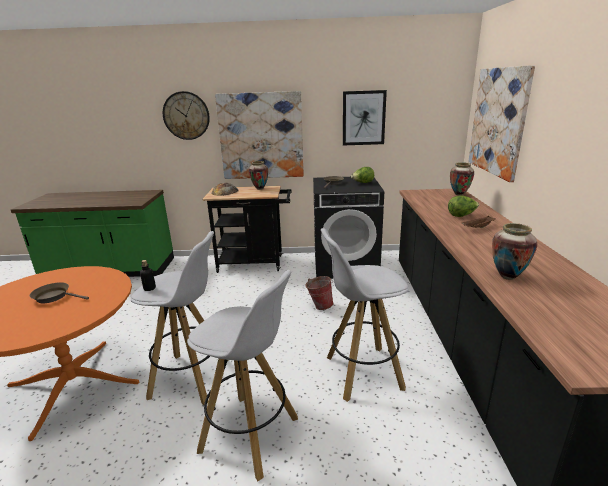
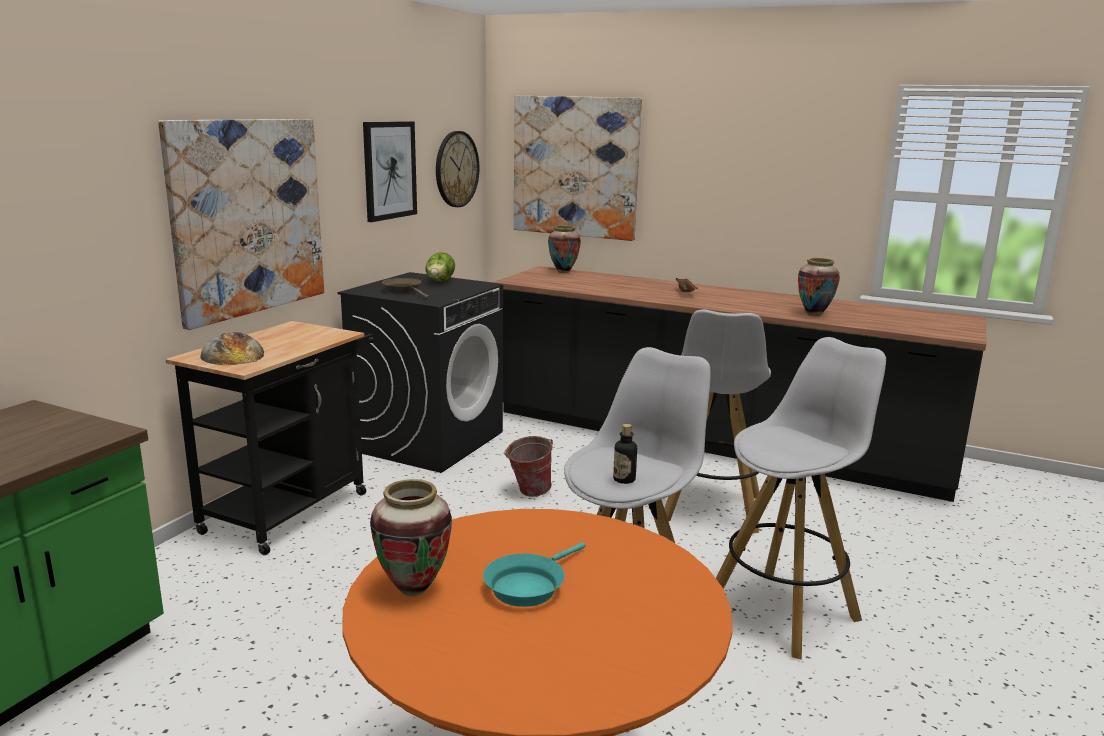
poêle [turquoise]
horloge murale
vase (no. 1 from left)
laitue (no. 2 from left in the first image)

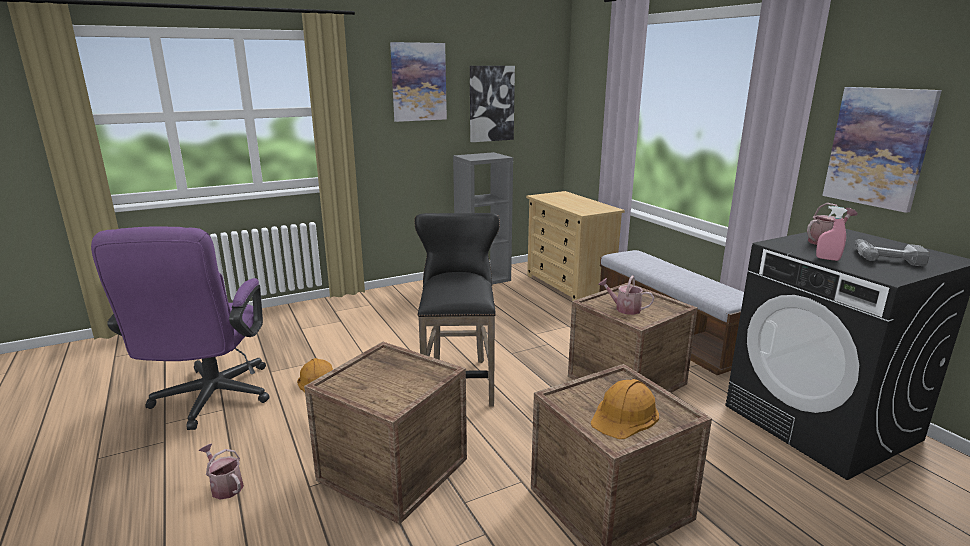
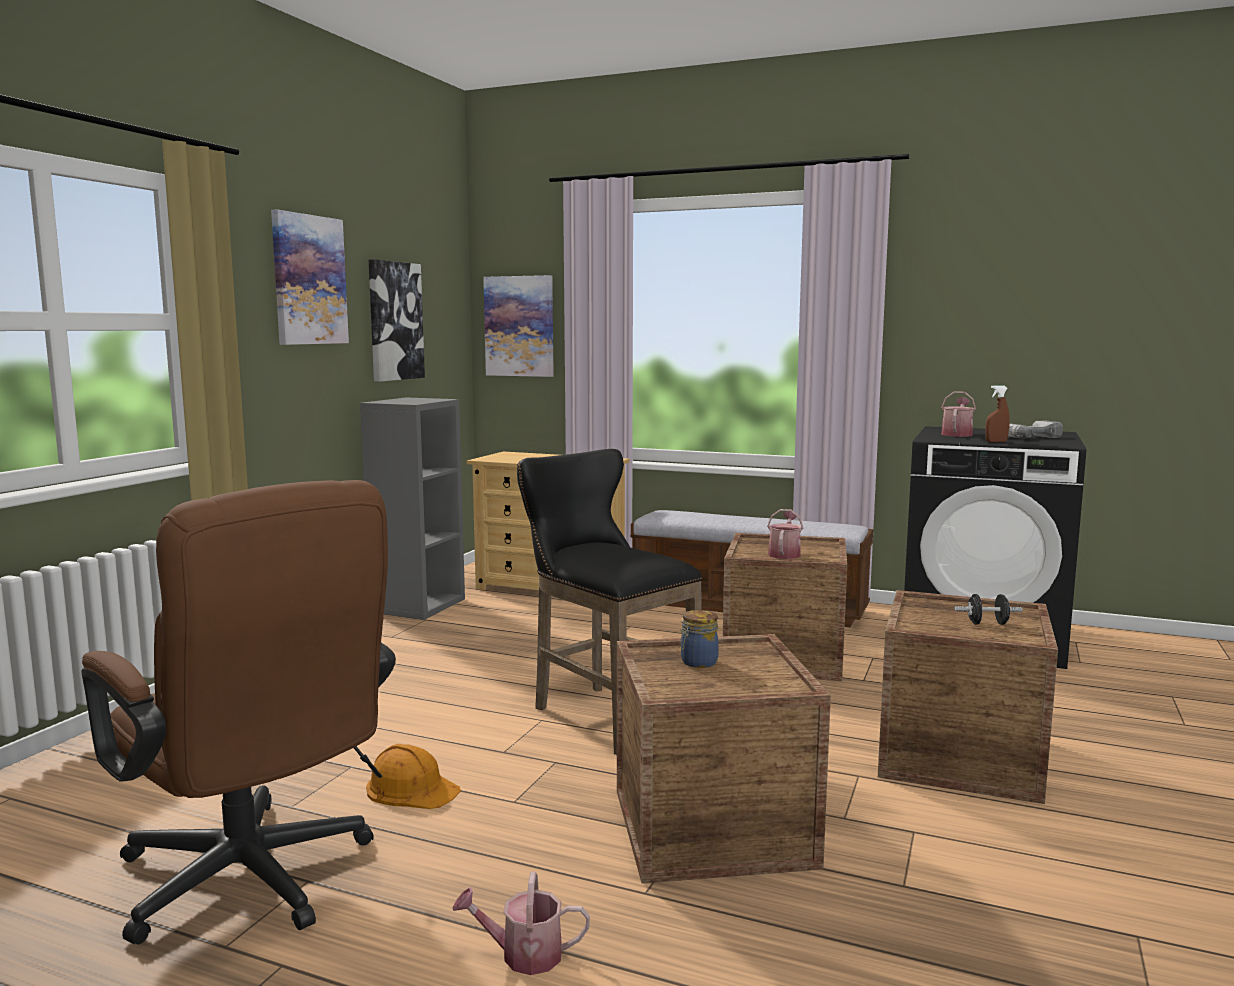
chaise de bureau [marron]
haltère [noir]
arrosoir (no. 2 from left)
vaporisateur [marron]
tableau (no. 3 from left)
bocal

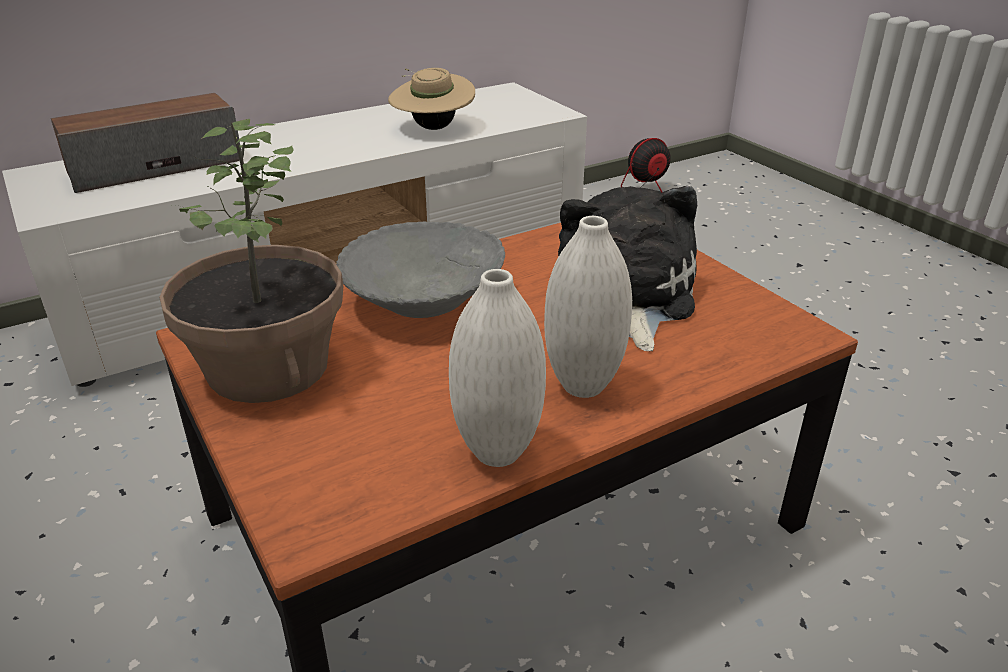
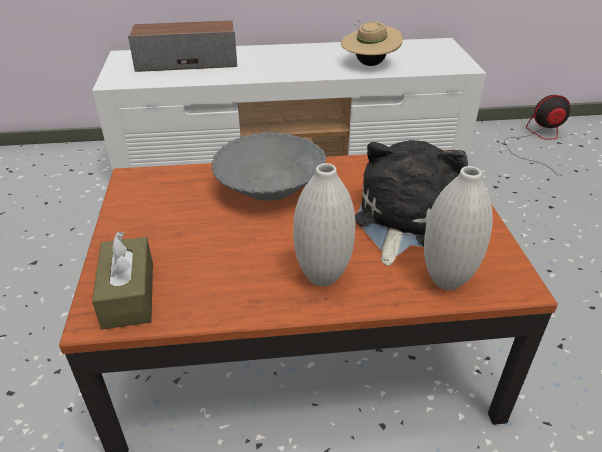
plante en pot
vase [blanc] (no. 2 from left)
boîte à mouchoirs [marron]

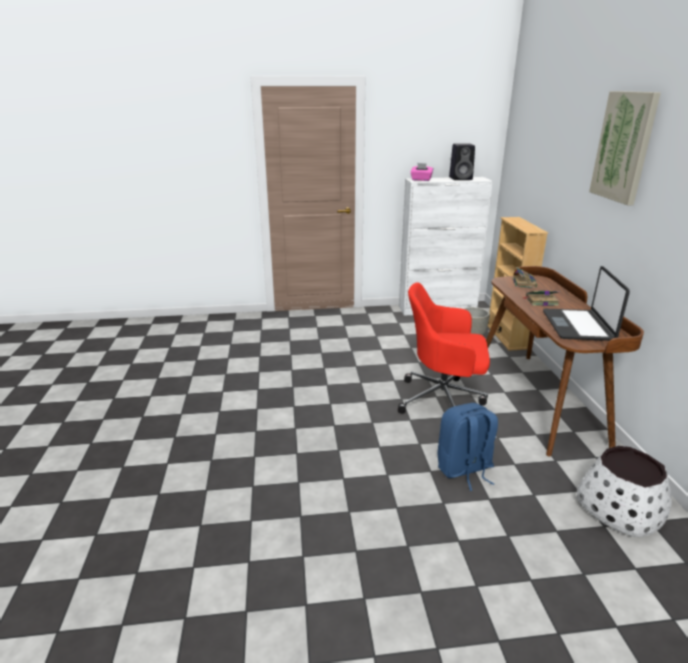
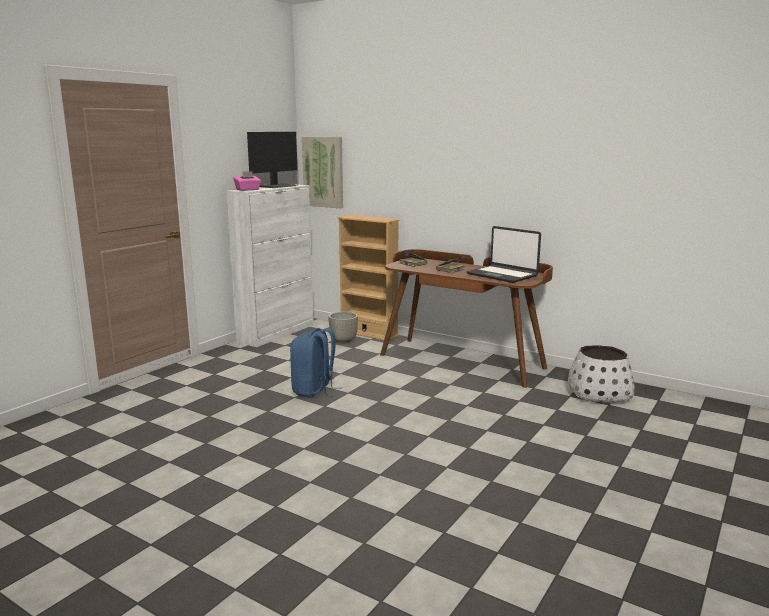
chaise de bureau [rouge]
sac à dos [bleu]
écran d'ordinateur
tableau

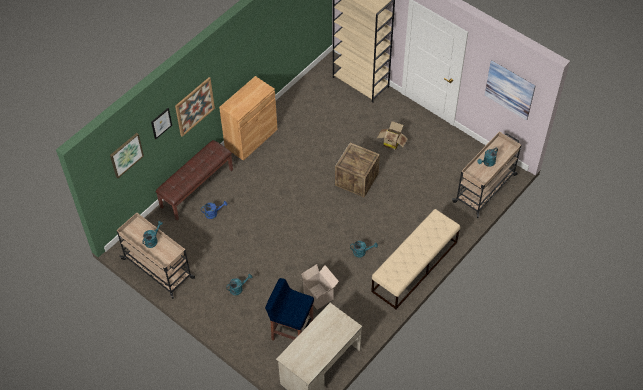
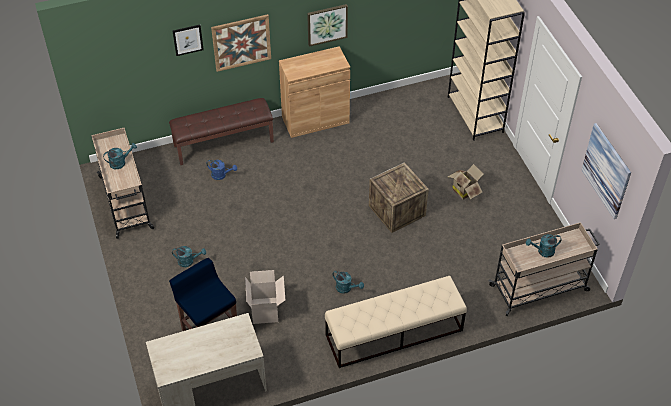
tableau (no. 3 from left)

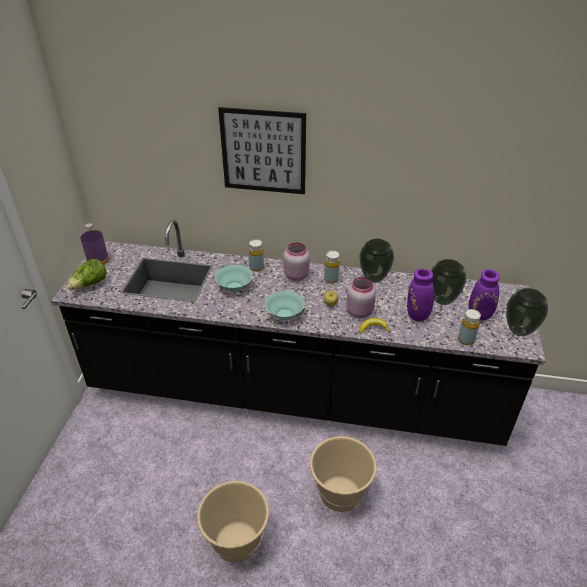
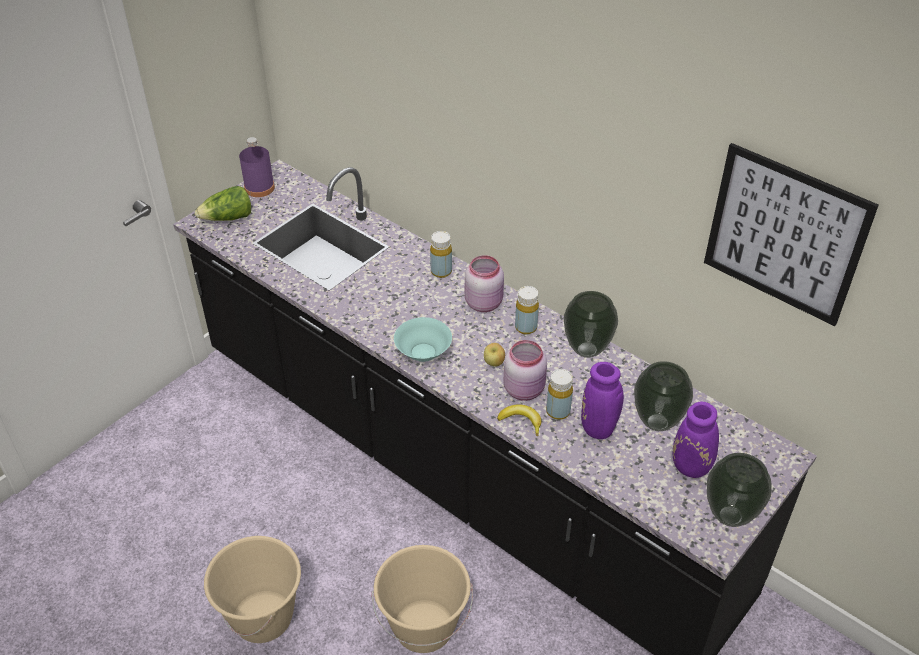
bol [turquoise] (no. 1 from left in the first image)
tableau
bouteille [jaune] (no. 3 from left)

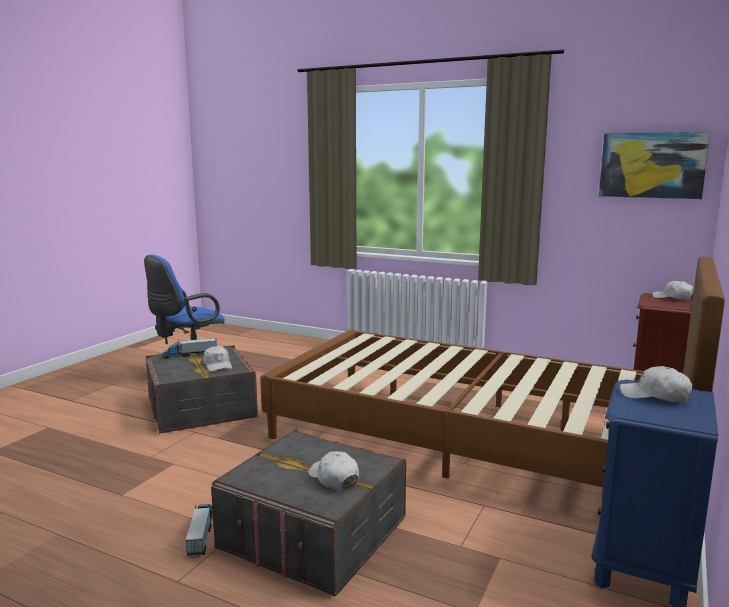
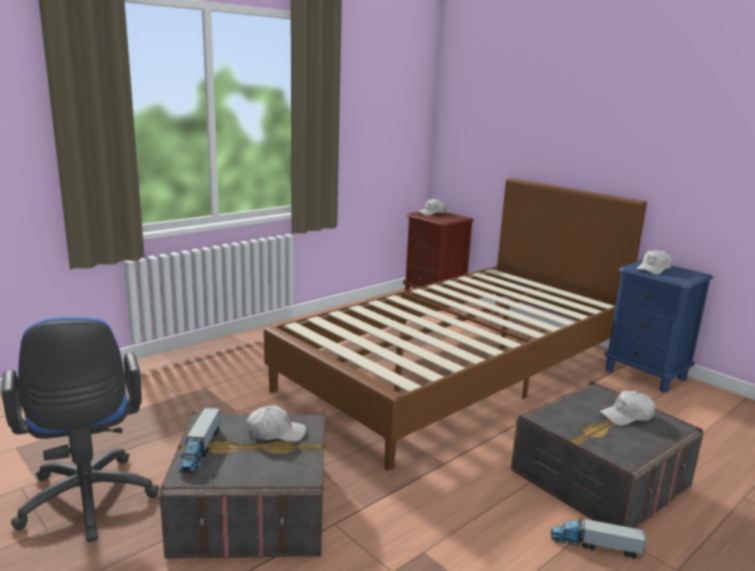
tableau

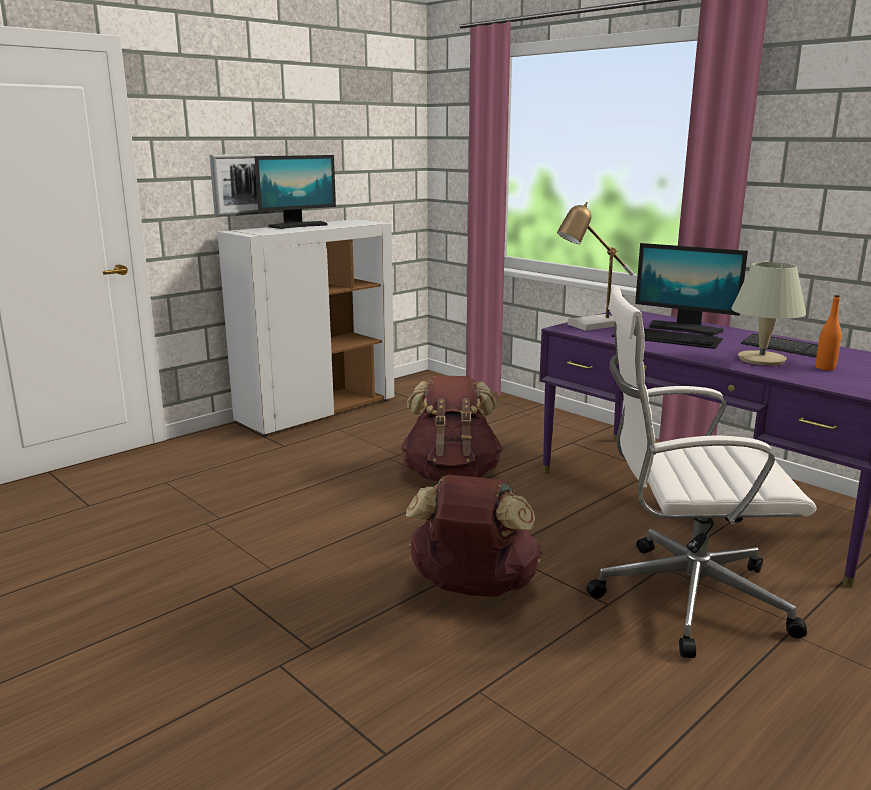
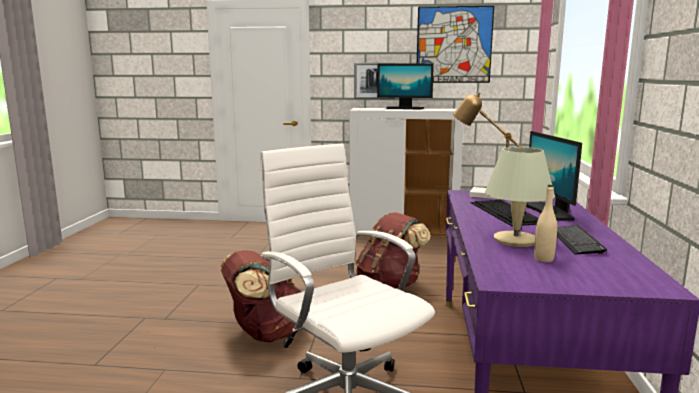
bouteille [beige]
tableau (no. 2 from left)

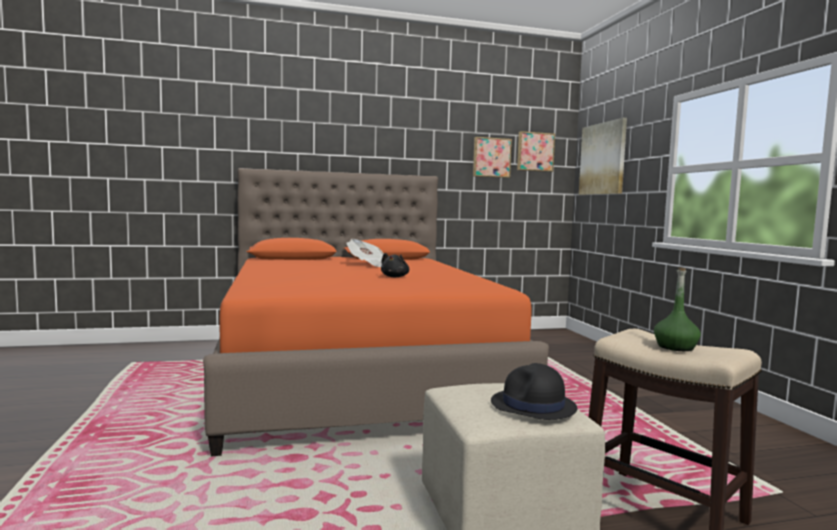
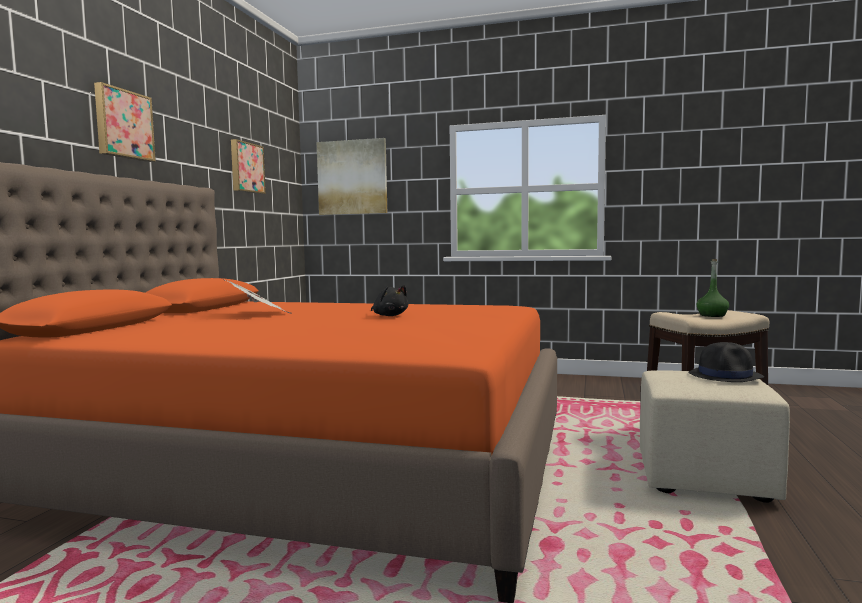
tableau (no. 1 from left)

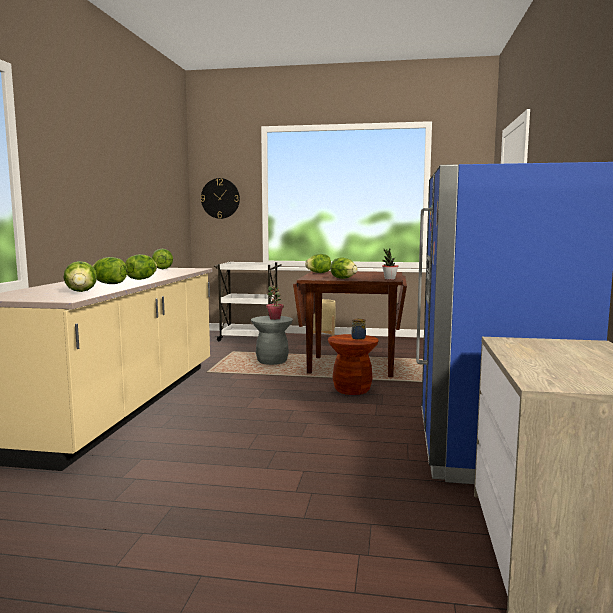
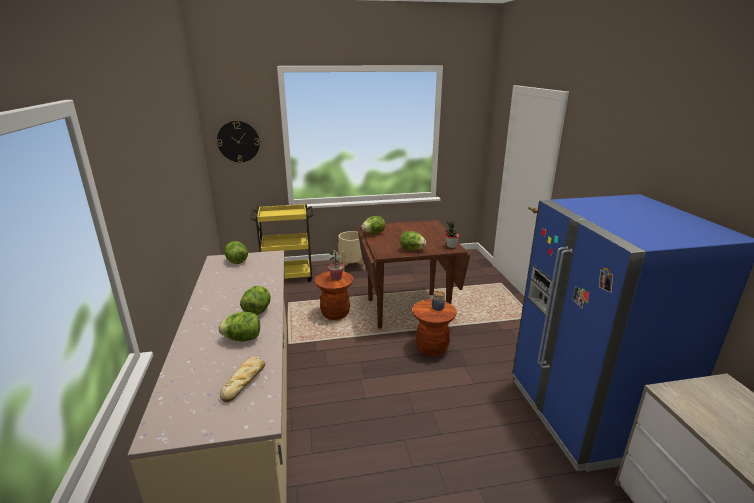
pain
chariot [jaune]
tabouret [marron] (no. 1 from left)

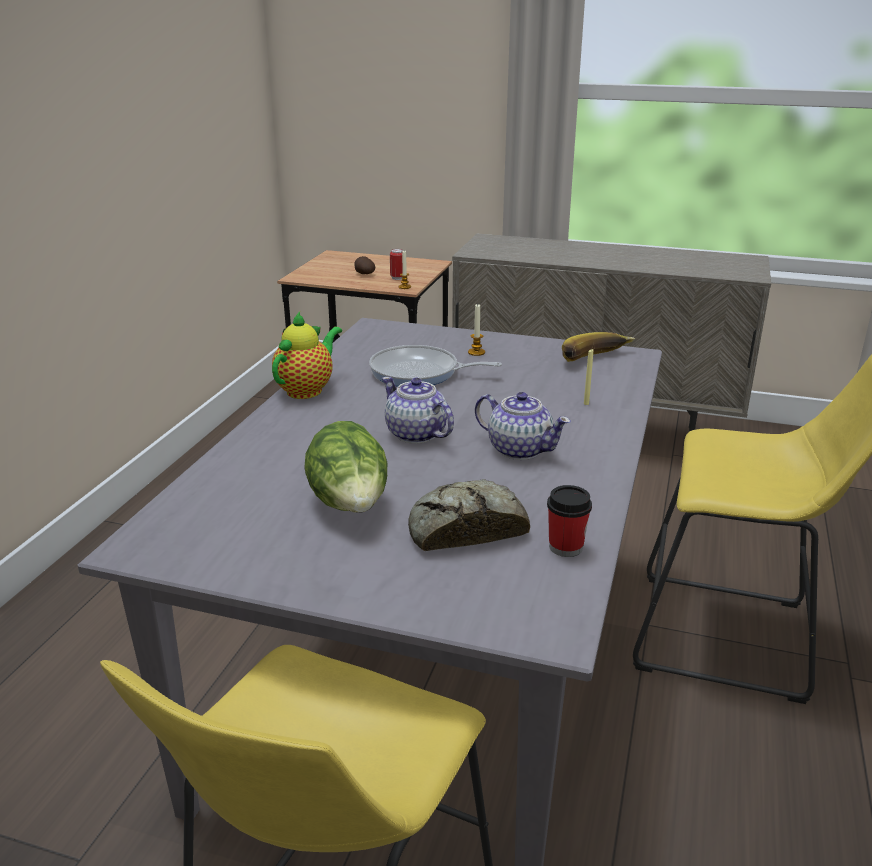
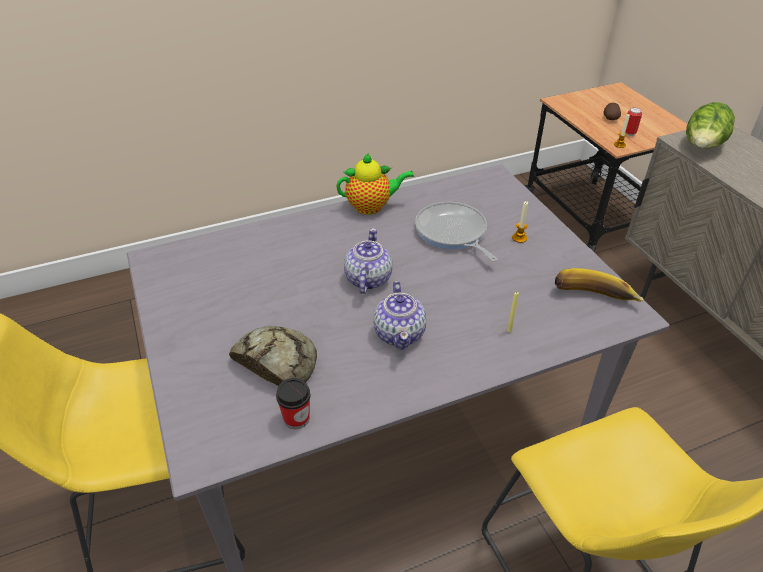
laitue

